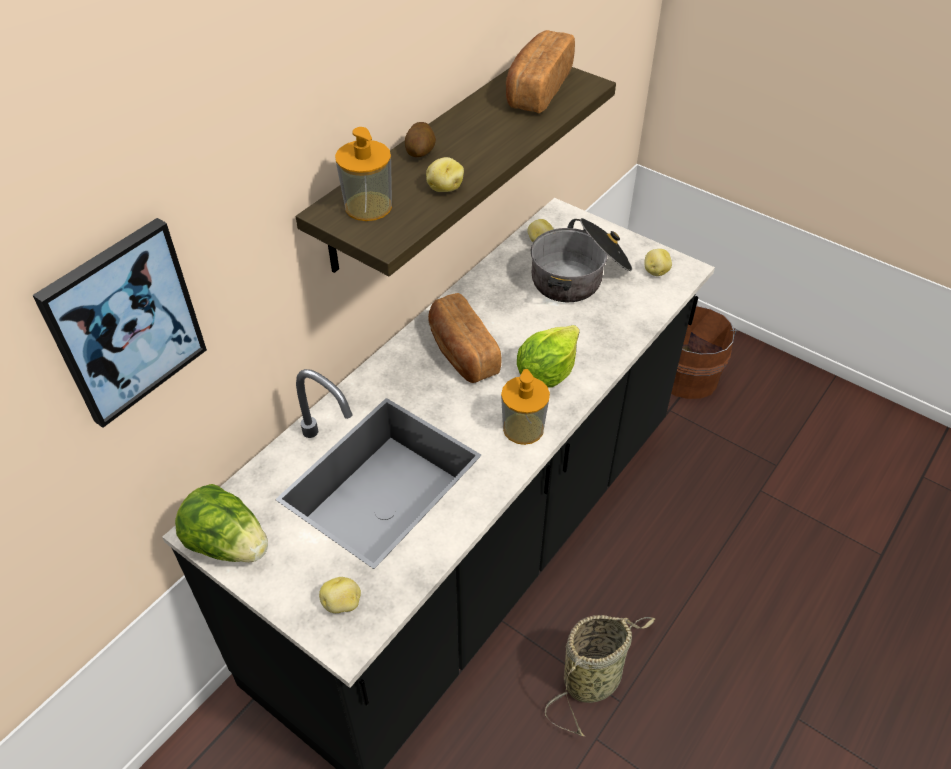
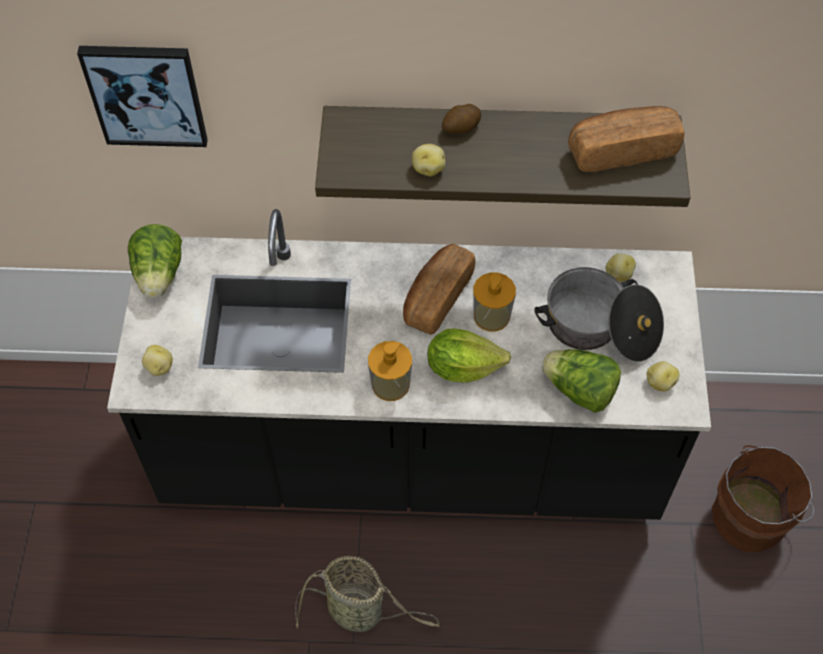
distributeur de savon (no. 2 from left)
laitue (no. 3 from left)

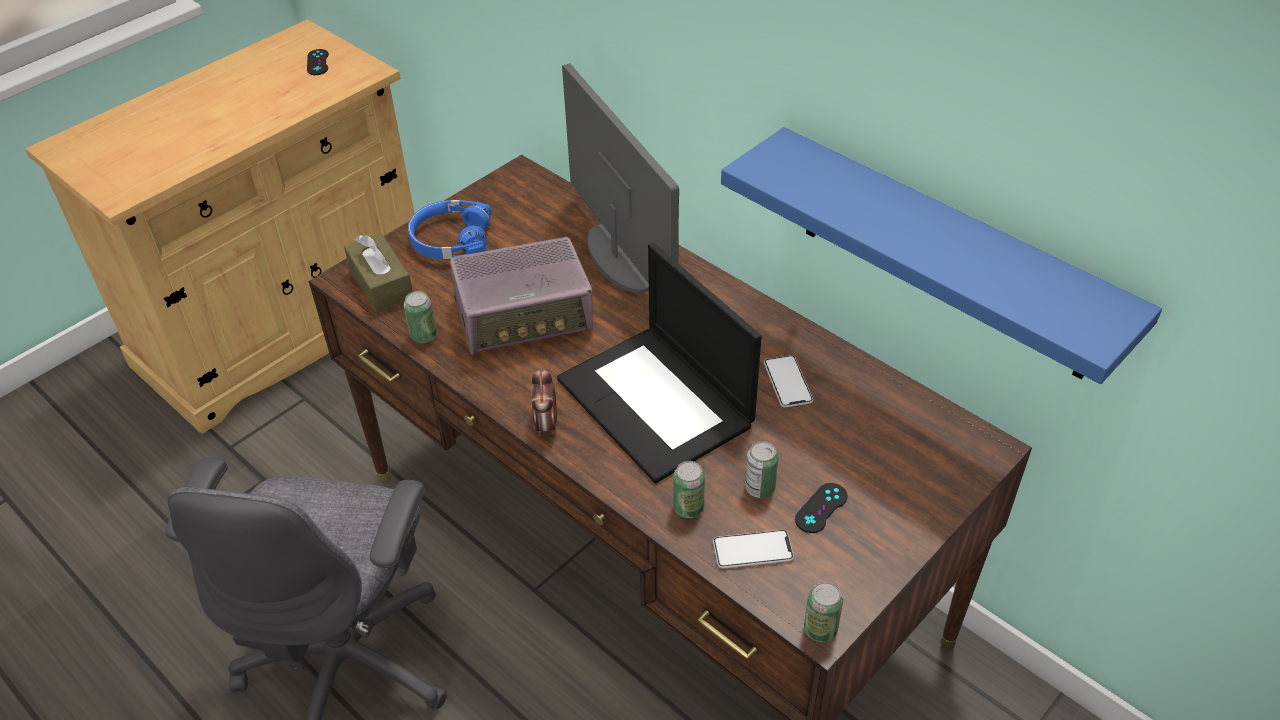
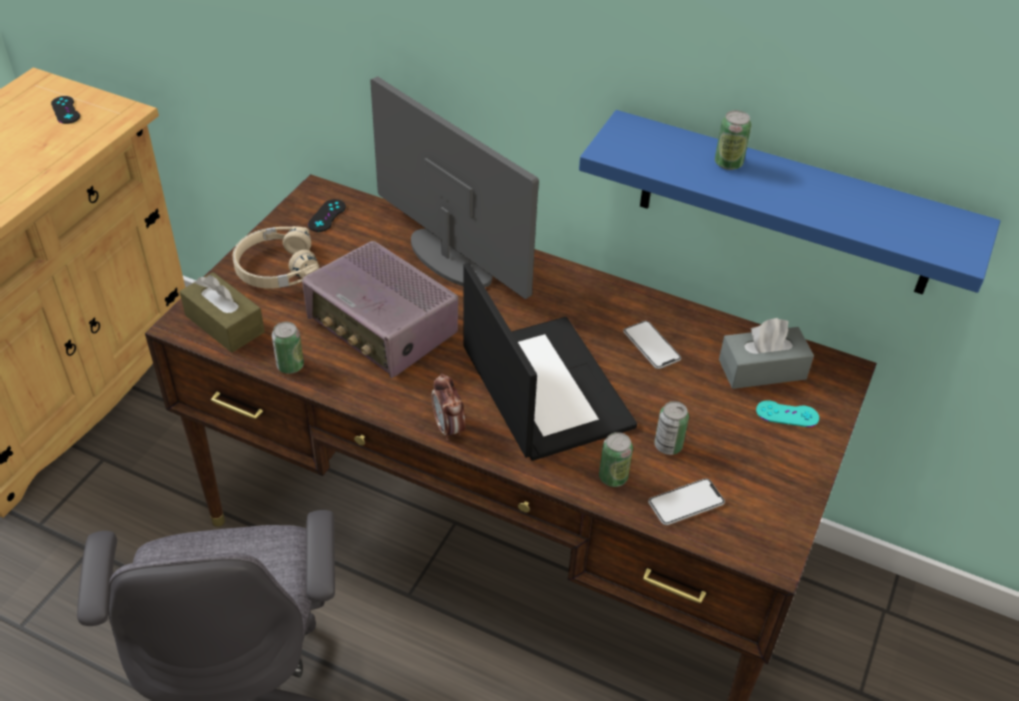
casque audio [beige]
radio
ordinateur portable
manette [noir] (no. 2 from left)
boîte métallique (no. 4 from left)
boîte à mouchoirs [gris]
manette [turquoise]

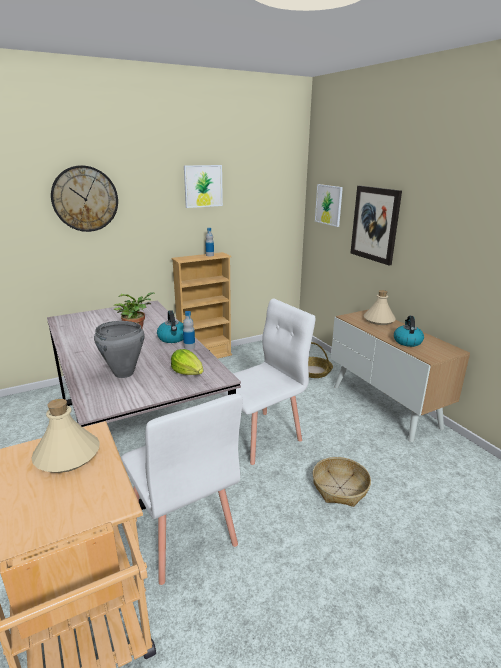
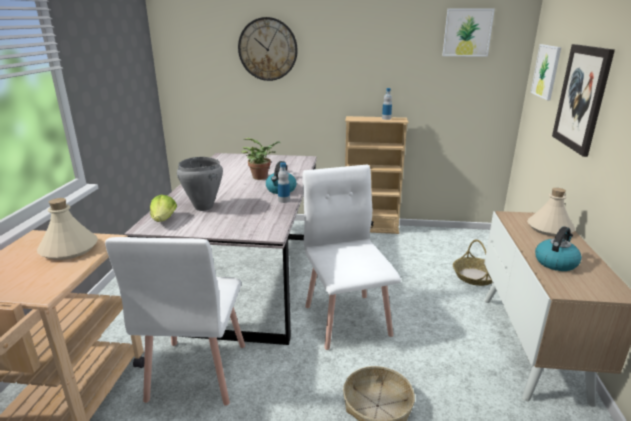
laitue
tableau (no. 1 from left)
chaise [blanc] (no. 2 from left)

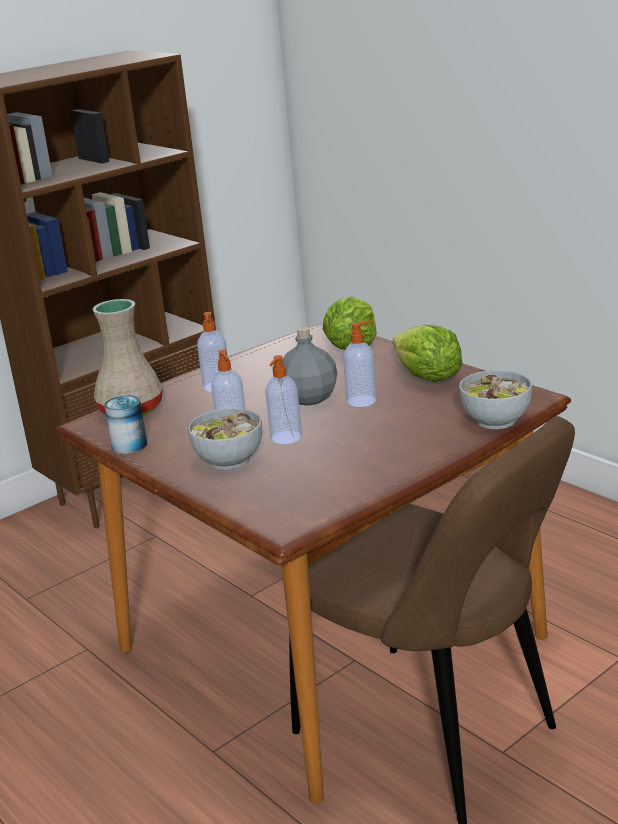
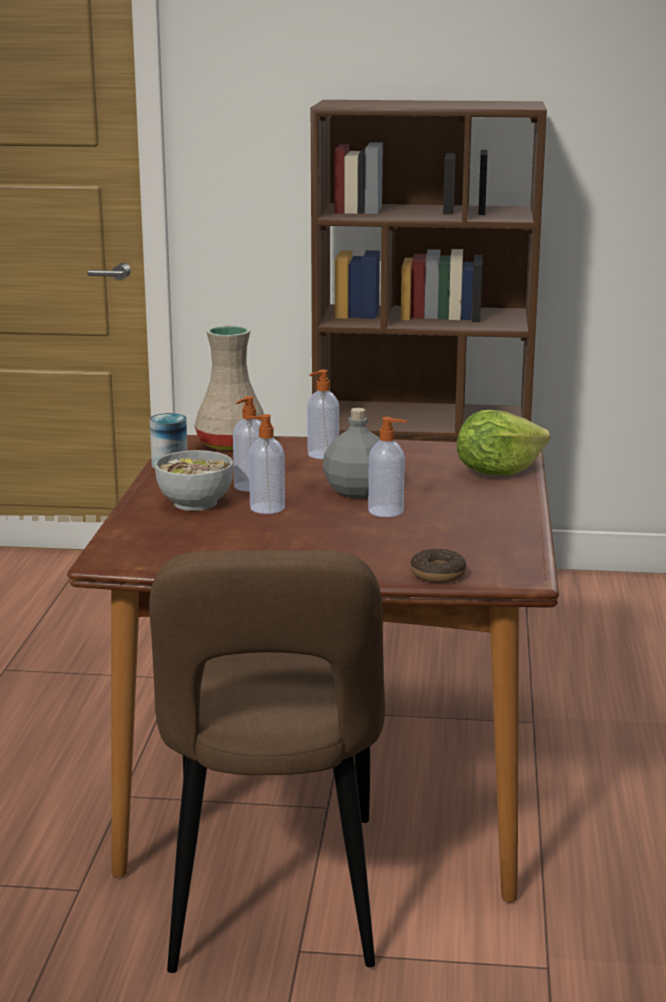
laitue (no. 2 from left in the first image)
beignet

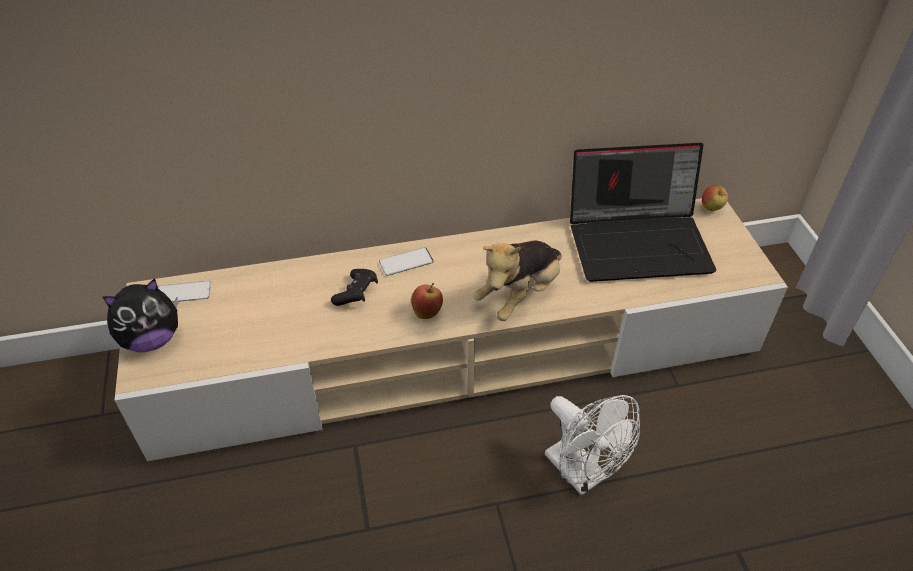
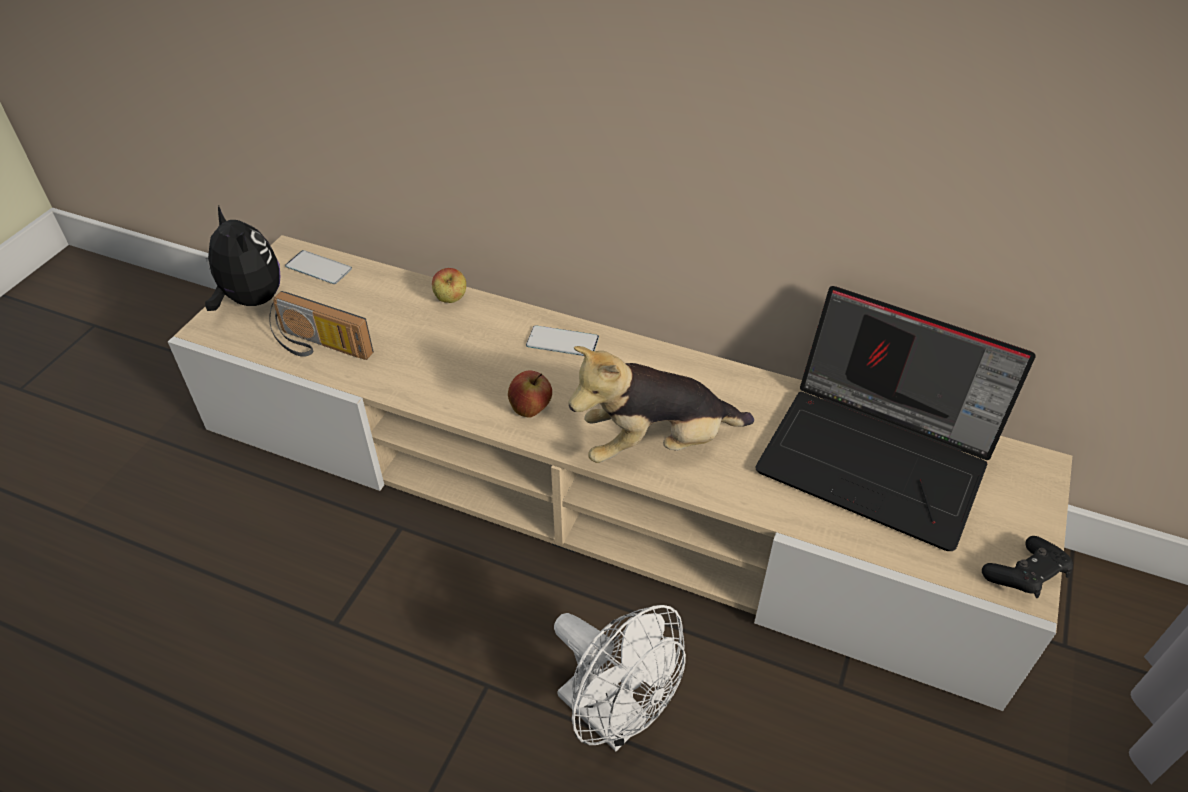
peluche (no. 1 from left)
manette [noir]
ventilateur [blanc]
pomme (no. 1 from left)
radio

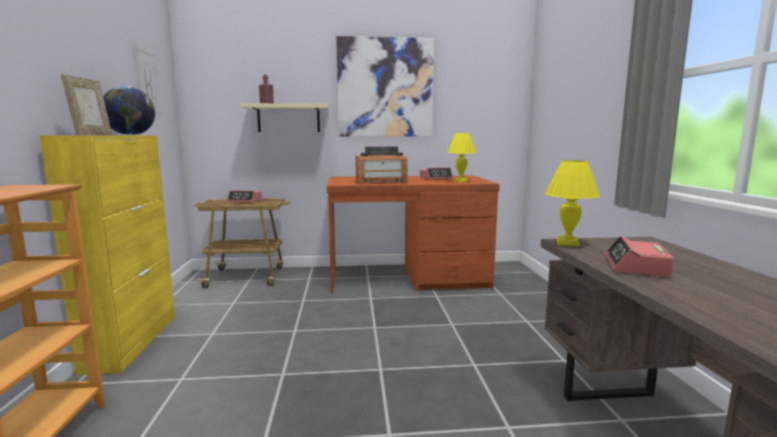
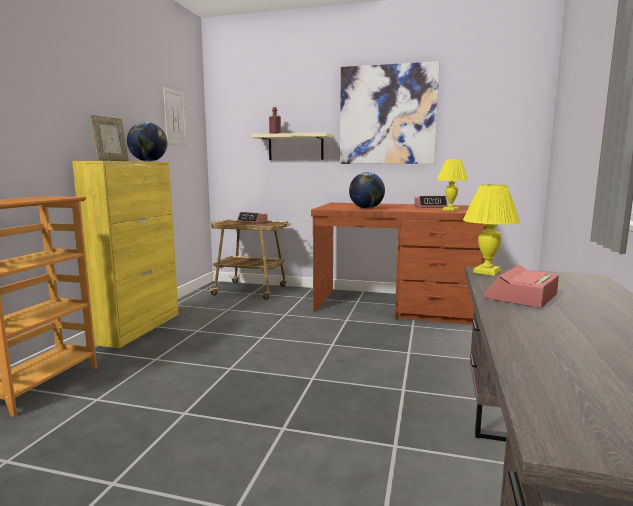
globe (no. 2 from left)

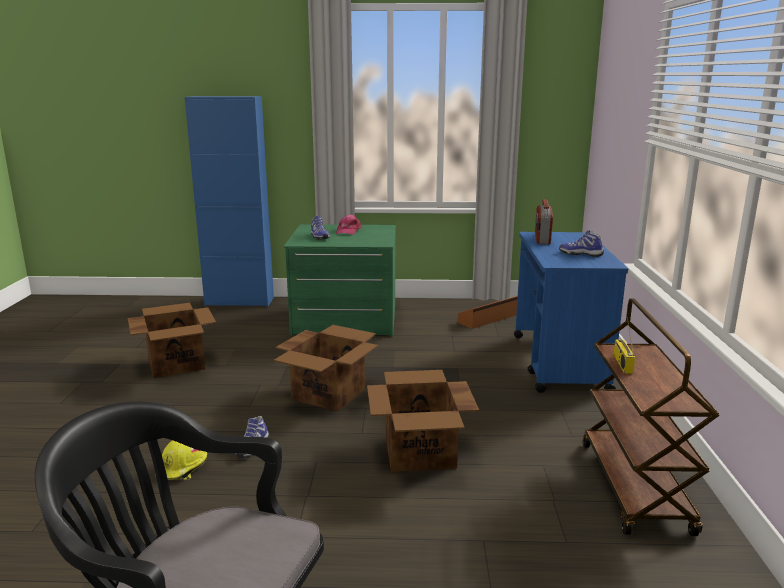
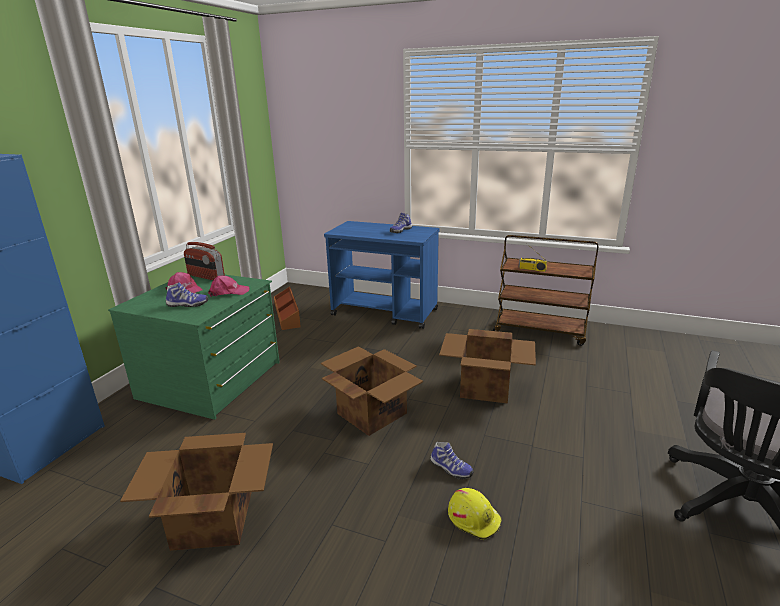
radio (no. 1 from left)
casquette [rose] (no. 2 from left)

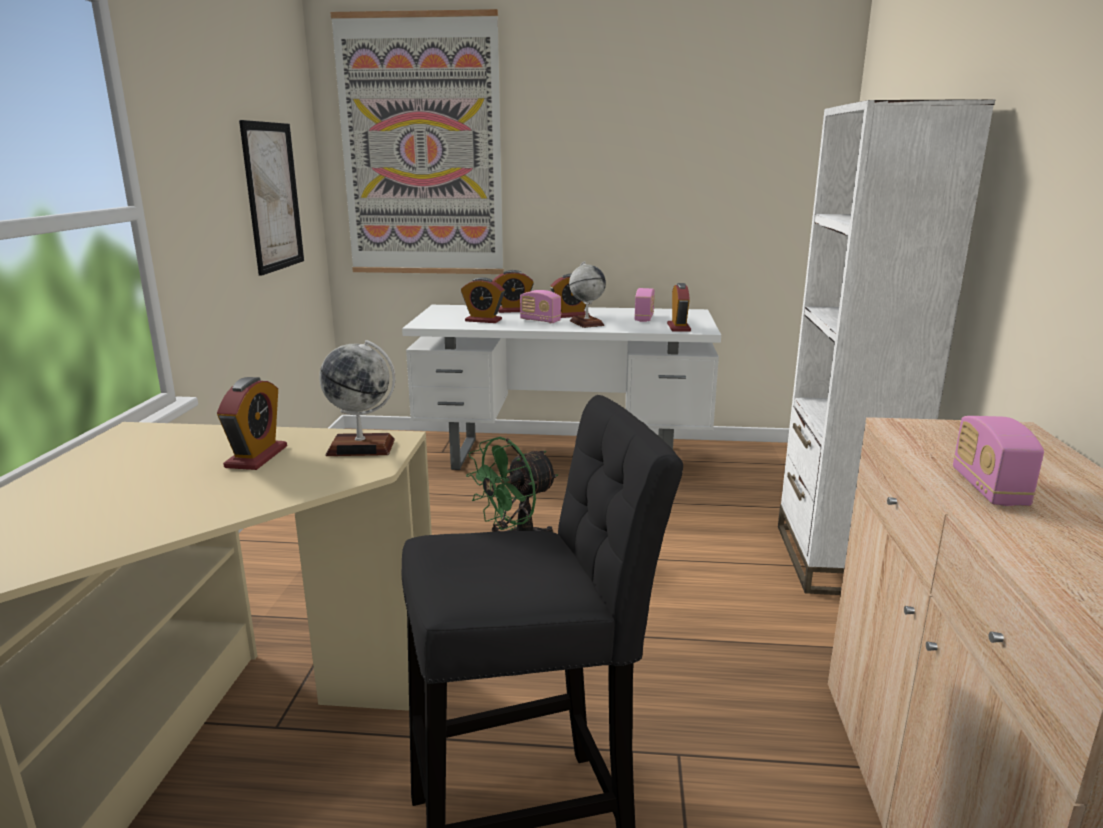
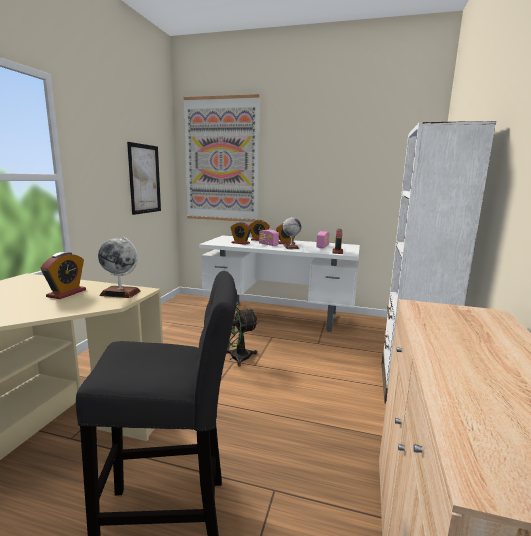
radio (no. 3 from left in the first image)

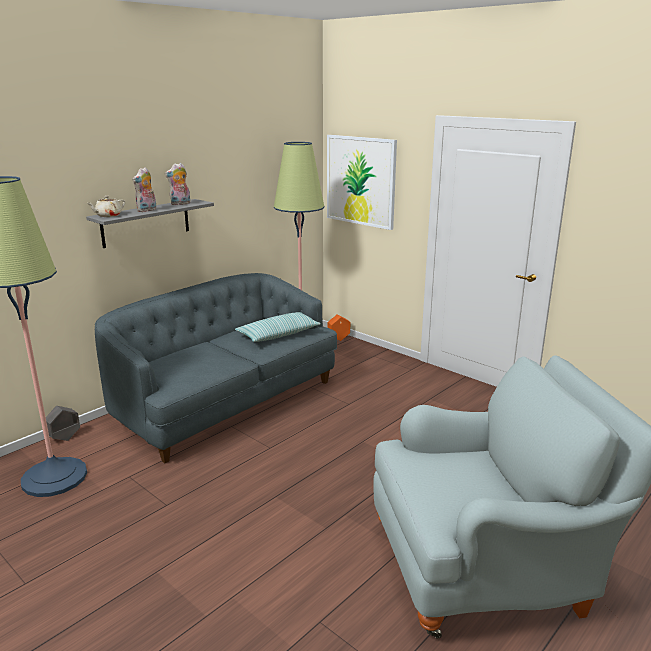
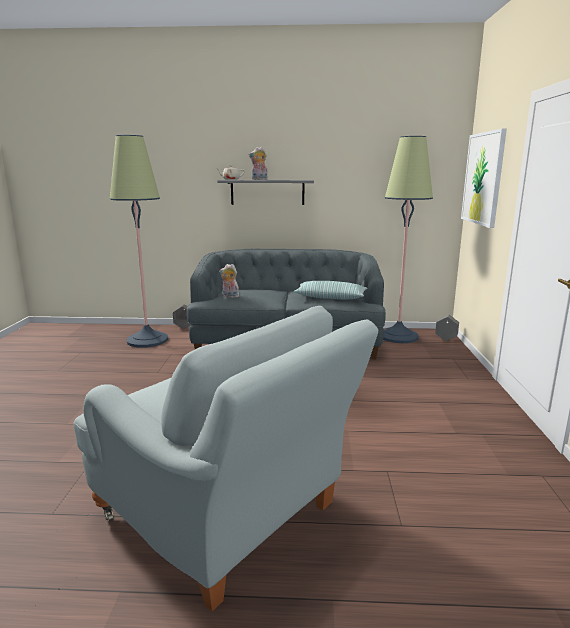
peluche (no. 1 from left)
cache-pot [gris] (no. 2 from left)

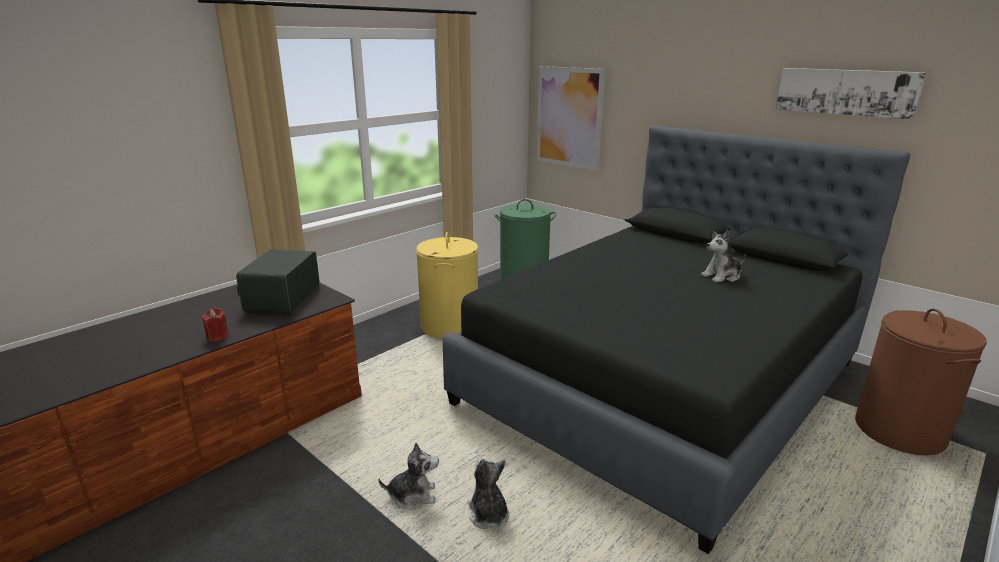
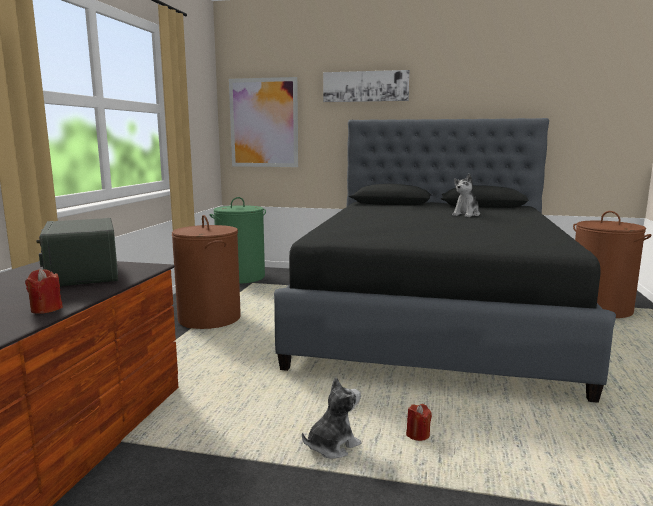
panier à linge [marron] (no. 1 from left)
bougie [rouge] (no. 2 from left)
tableau (no. 2 from left)

